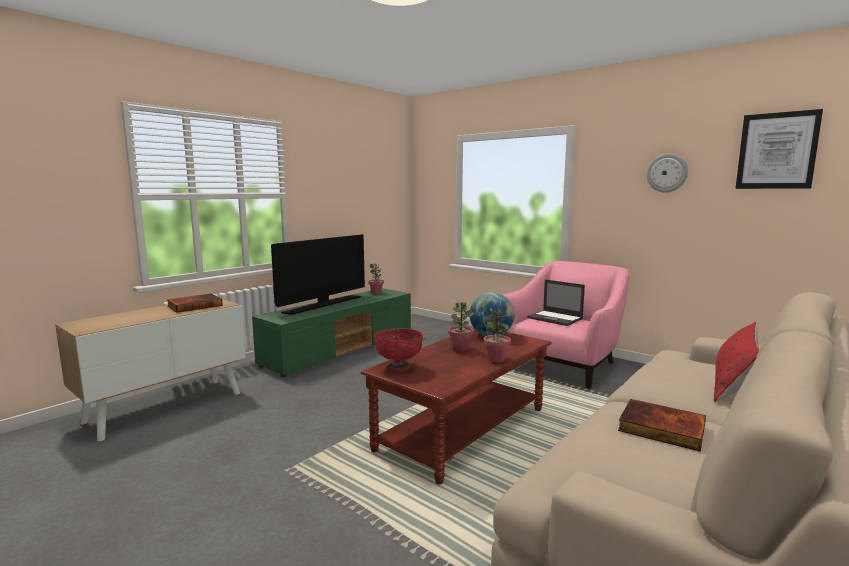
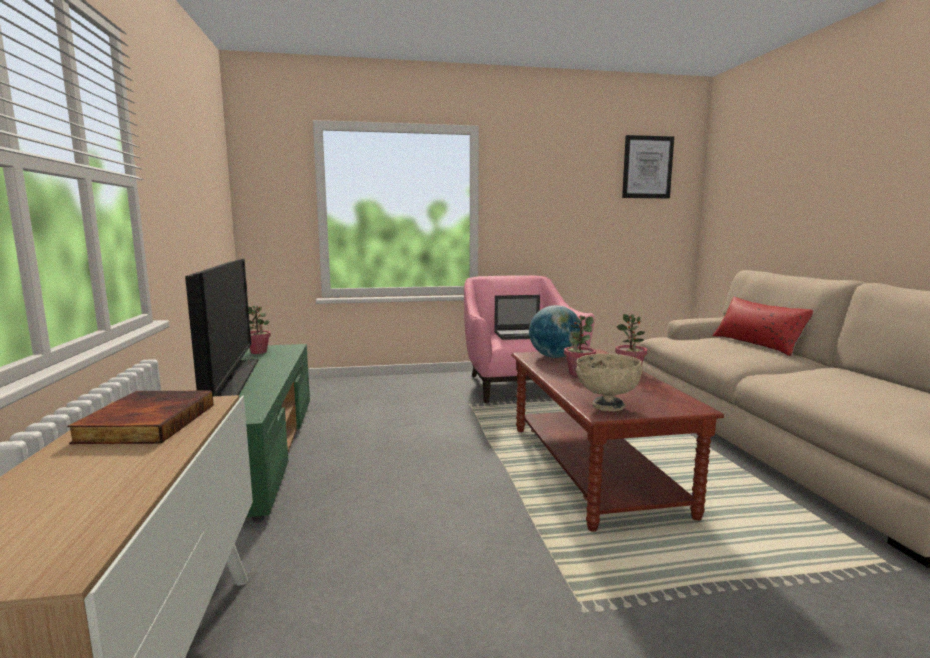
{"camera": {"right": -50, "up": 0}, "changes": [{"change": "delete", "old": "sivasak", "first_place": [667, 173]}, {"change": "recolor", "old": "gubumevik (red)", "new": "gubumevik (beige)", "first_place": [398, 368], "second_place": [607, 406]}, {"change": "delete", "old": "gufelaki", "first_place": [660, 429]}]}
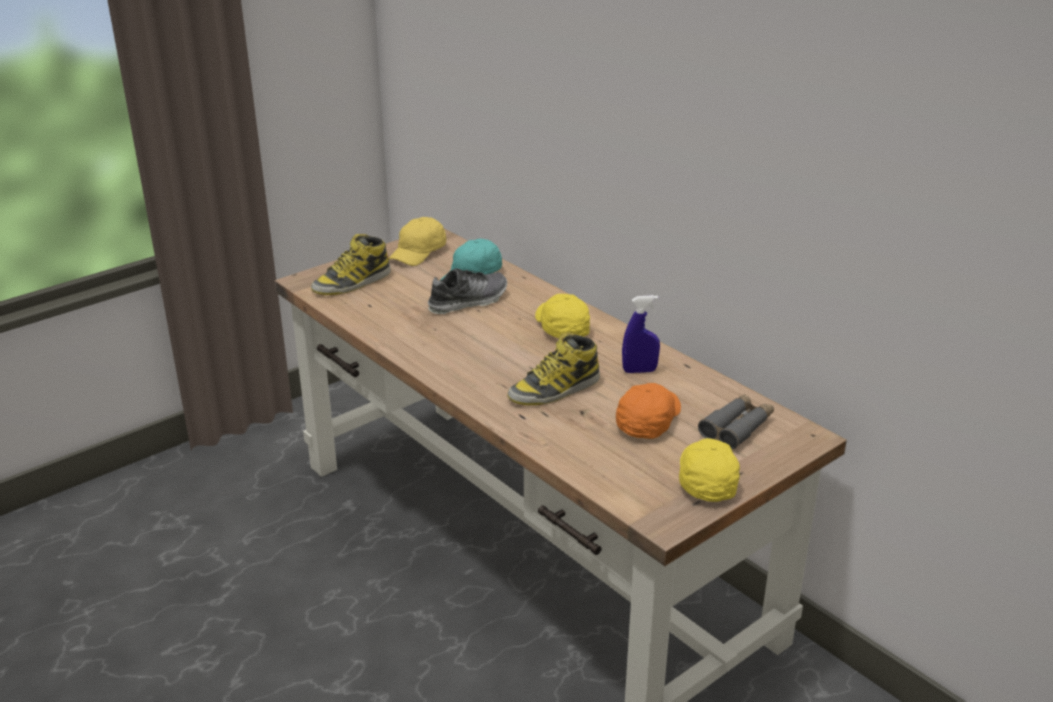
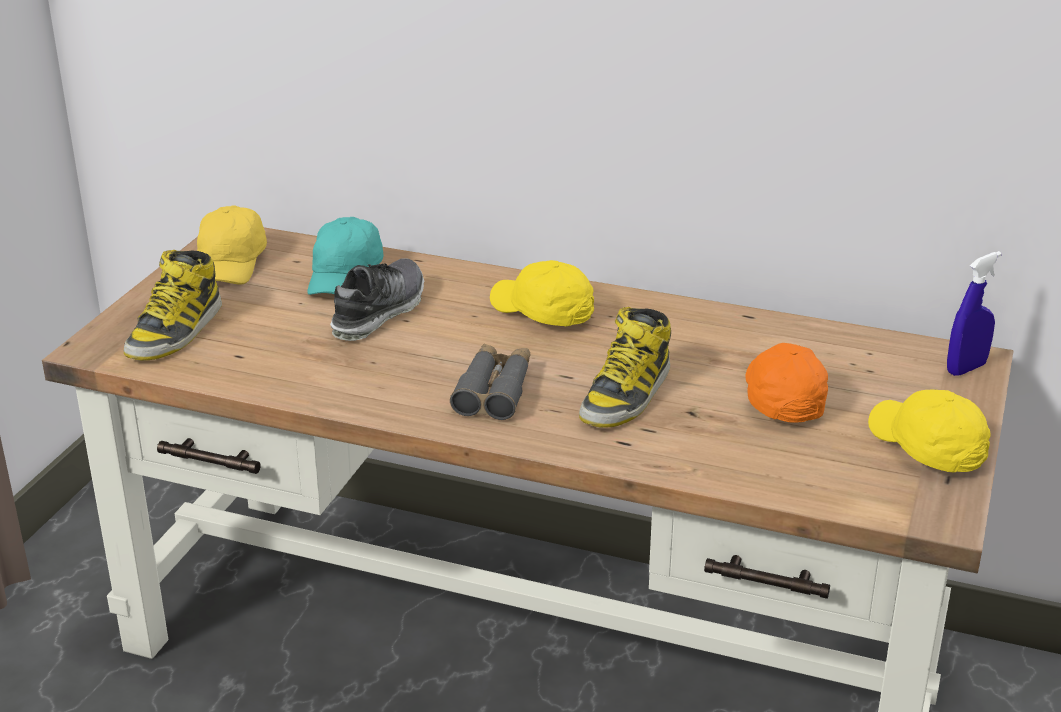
{"camera": {"right": -30, "up": 0}, "changes": [{"change": "move", "old": "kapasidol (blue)", "first_place": [639, 371], "second_place": [966, 368]}, {"change": "move", "old": "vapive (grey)", "first_place": [737, 428], "second_place": [494, 391]}]}
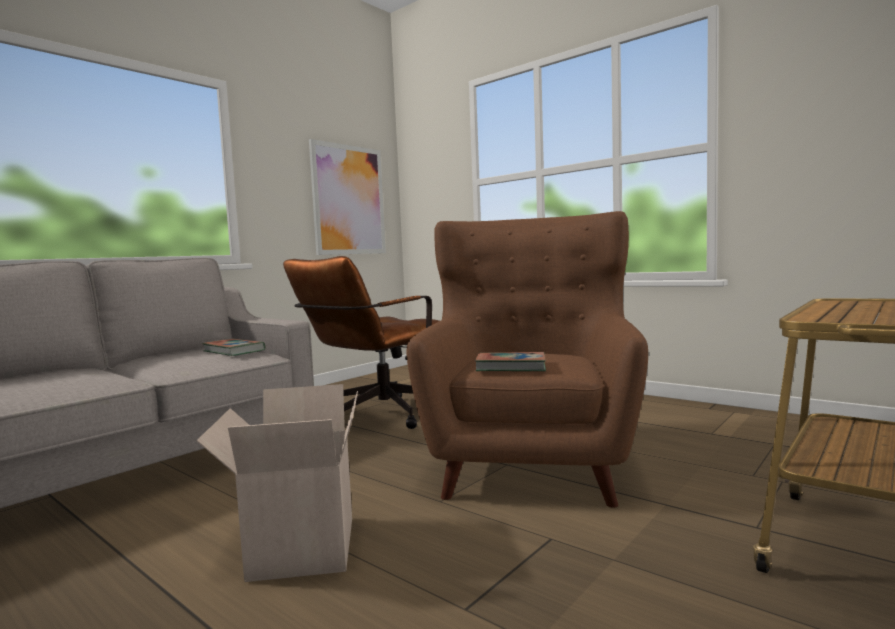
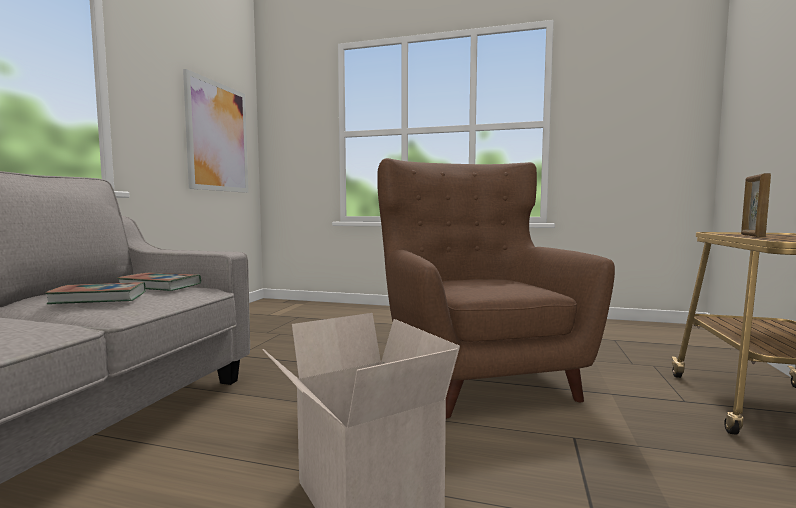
{"camera": {"right": -25, "up": 0}, "changes": [{"change": "delete", "old": "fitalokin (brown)", "first_place": [375, 417]}, {"change": "move", "old": "gufelaki", "first_place": [511, 367], "second_place": [100, 298]}, {"change": "insert", "new": "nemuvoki", "second_place": [752, 235]}]}
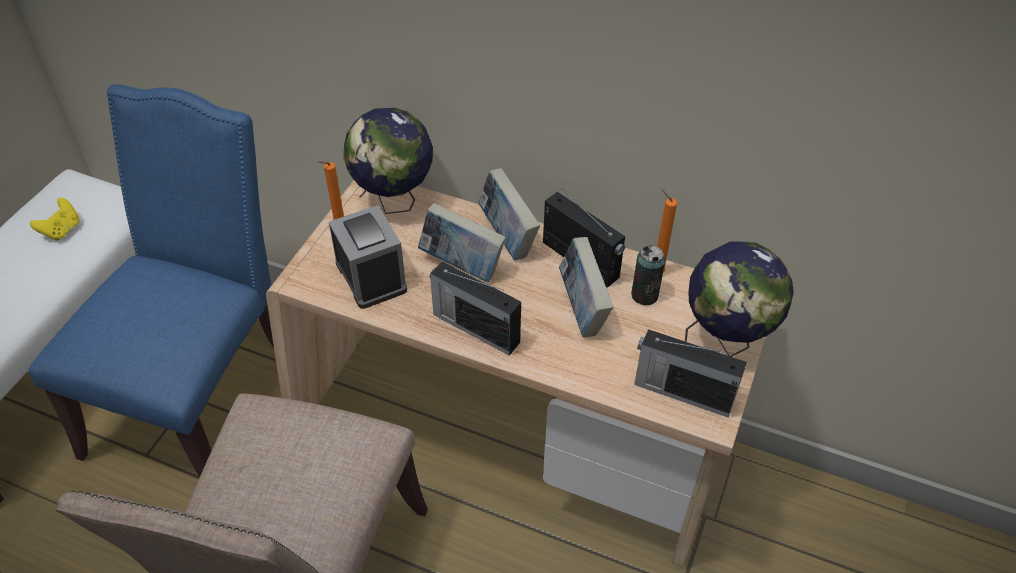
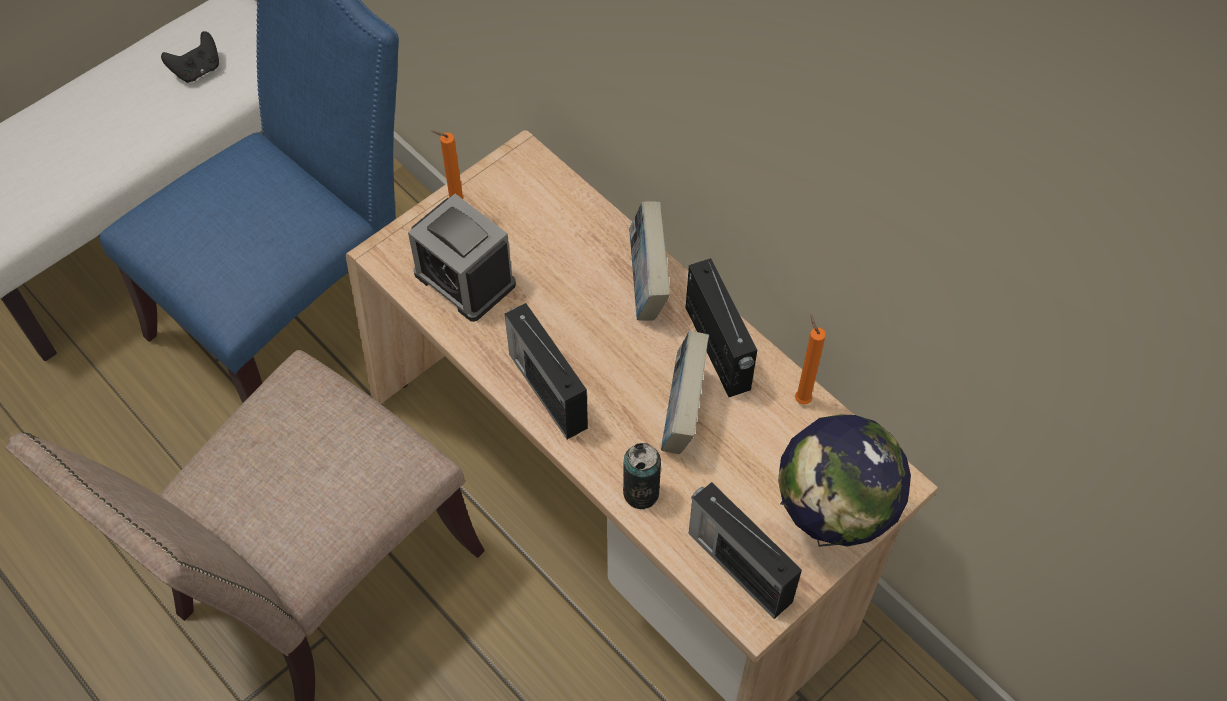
{"camera": {"right": 25, "up": 10}, "changes": [{"change": "delete", "old": "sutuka", "first_place": [394, 202]}, {"change": "recolor", "old": "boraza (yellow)", "new": "boraza (black)", "first_place": [62, 230], "second_place": [197, 70]}, {"change": "delete", "old": "gufelaki", "first_place": [462, 266]}, {"change": "rotate", "old": "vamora", "first_place": [371, 277], "second_place": [465, 279], "degrees": 135}, {"change": "move", "old": "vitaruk", "first_place": [644, 295], "second_place": [641, 493]}]}
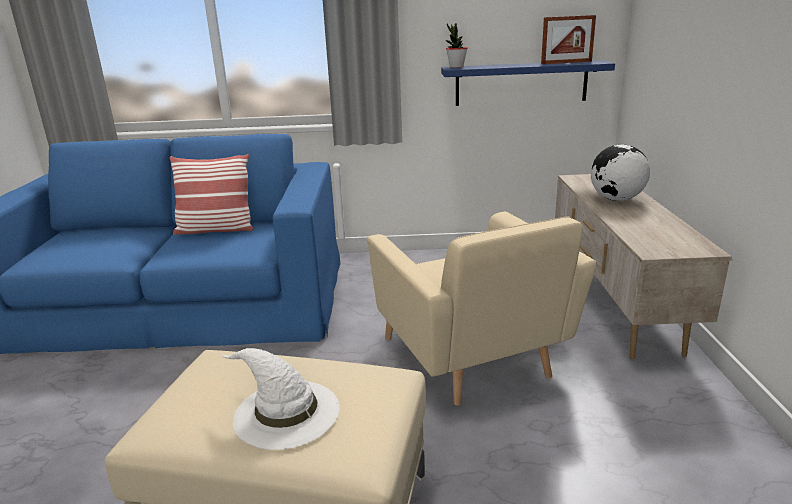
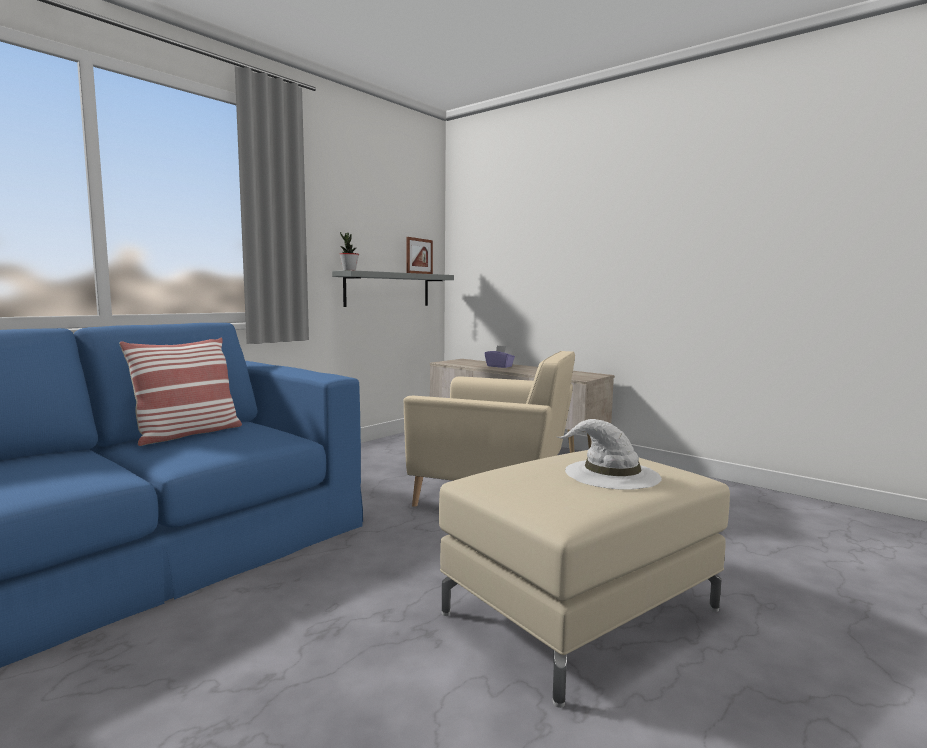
{"camera": {"right": -50, "up": -15}, "changes": [{"change": "recolor", "old": "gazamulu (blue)", "new": "gazamulu (grey)", "first_place": [521, 83], "second_place": [388, 289]}, {"change": "replace", "old": "sutuka", "new": "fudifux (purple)", "first_place": [616, 199], "second_place": [499, 366]}]}
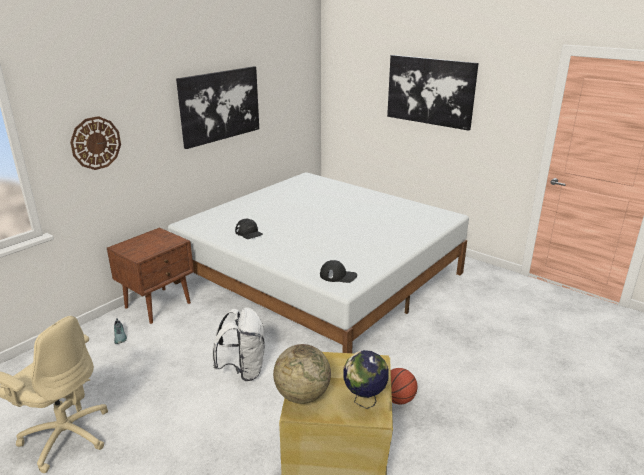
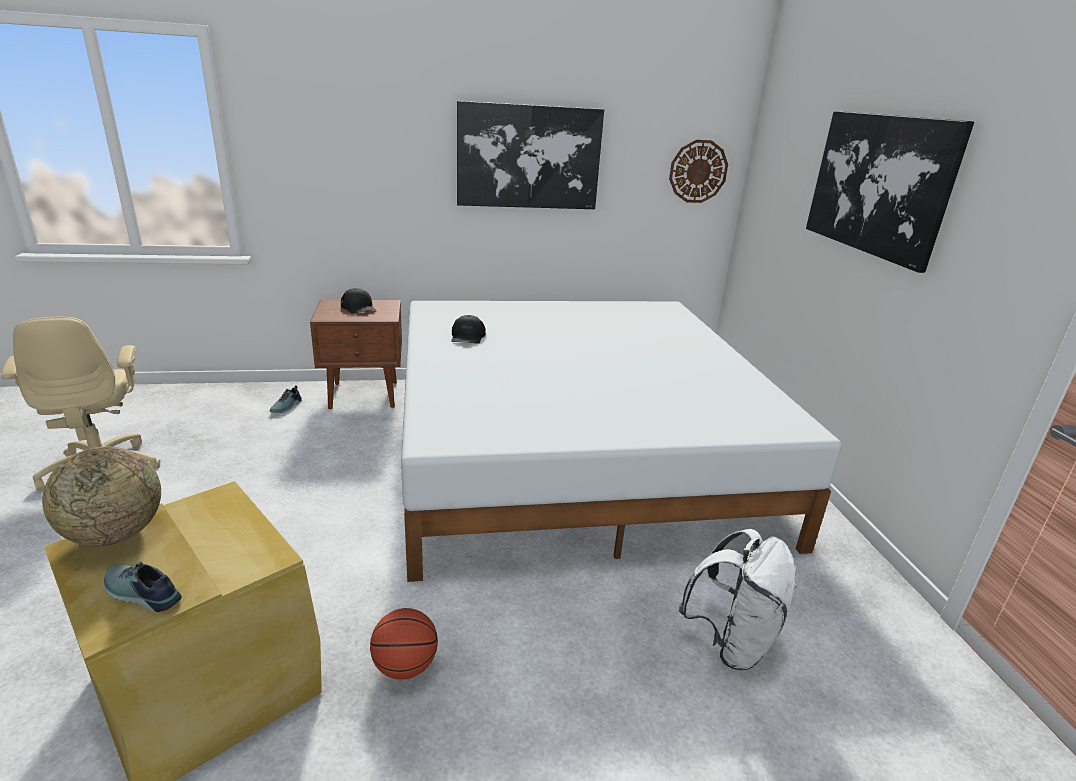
{"camera": {"right": 40, "up": 0}, "changes": [{"change": "move", "old": "sivasak", "first_place": [96, 143], "second_place": [698, 171]}, {"change": "move", "old": "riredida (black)", "first_place": [338, 276], "second_place": [358, 307]}, {"change": "move", "old": "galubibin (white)", "first_place": [243, 370], "second_place": [731, 642]}, {"change": "replace", "old": "sutuka", "new": "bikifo", "first_place": [364, 401], "second_place": [141, 594]}]}
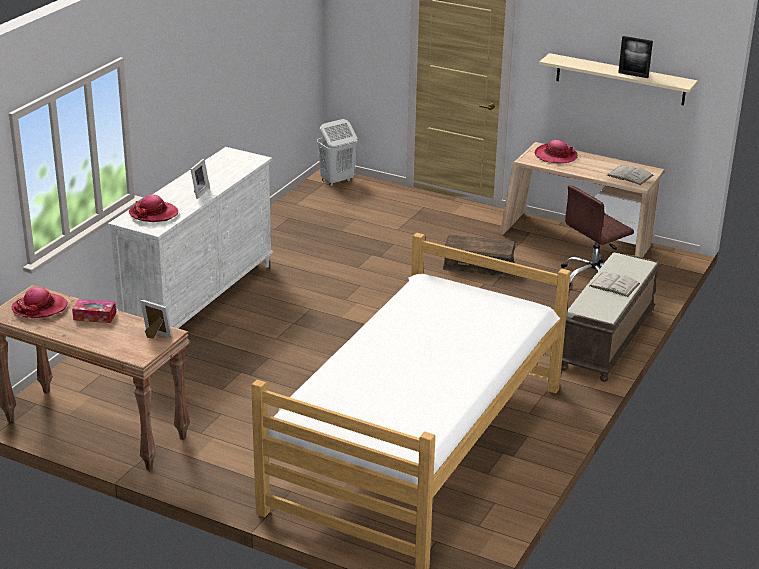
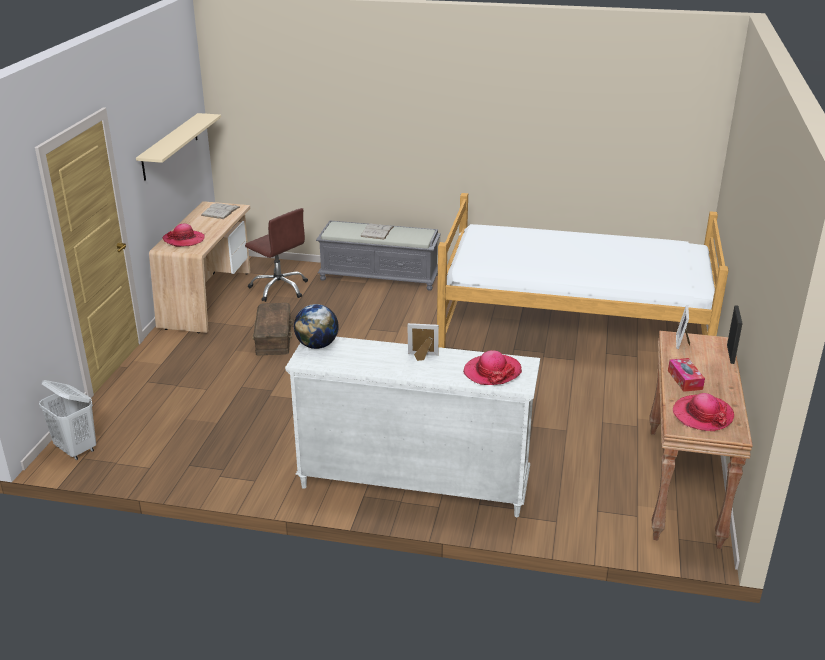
{"camera": {"right": -105, "up": 0}, "changes": [{"change": "move", "old": "nemuvoki", "first_place": [633, 75], "second_place": [730, 354]}, {"change": "recolor", "old": "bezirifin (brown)", "new": "bezirifin (grey)", "first_place": [608, 341], "second_place": [380, 277]}, {"change": "insert", "new": "sutuka", "second_place": [317, 345]}]}
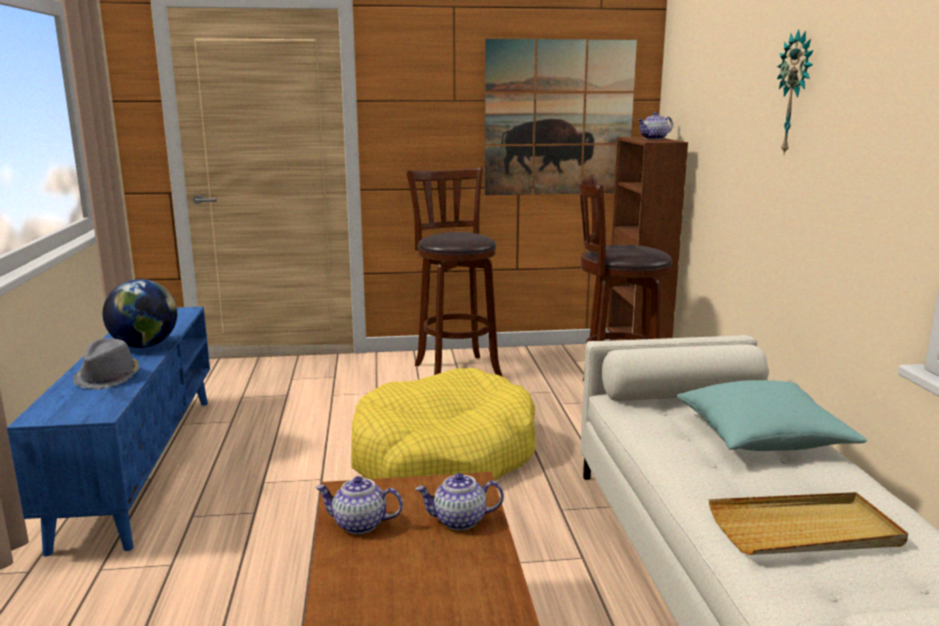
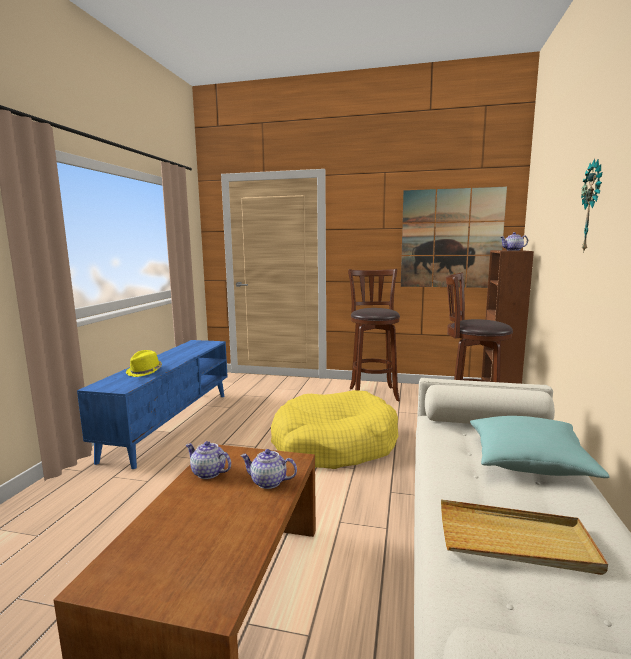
{"camera": {"right": 20, "up": -5}, "changes": [{"change": "delete", "old": "sutuka", "first_place": [144, 346]}, {"change": "recolor", "old": "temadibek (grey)", "new": "temadibek (yellow)", "first_place": [109, 378], "second_place": [145, 372]}]}
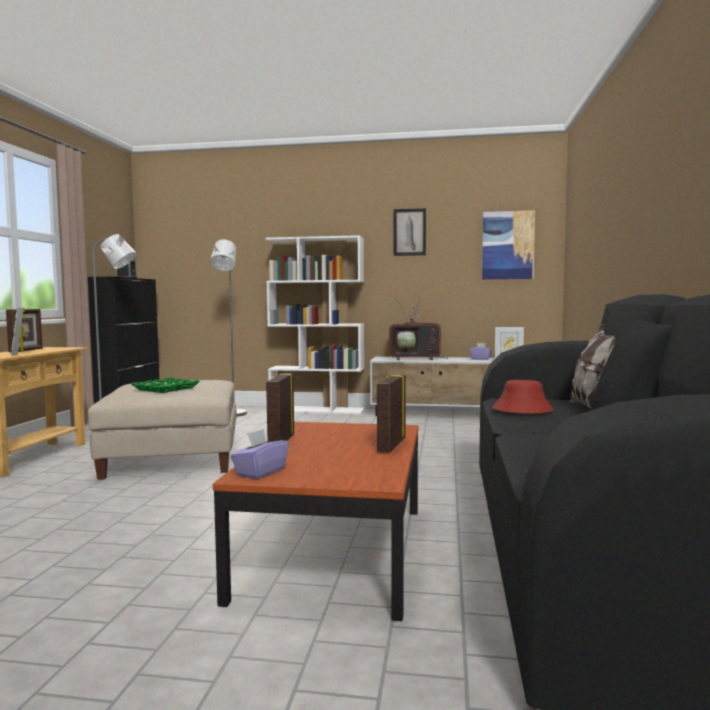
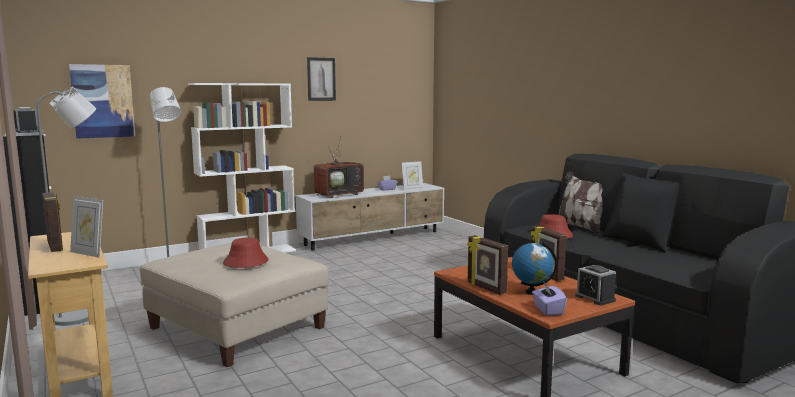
{"camera": {"right": -40, "up": 5}, "changes": [{"change": "move", "old": "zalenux", "first_place": [508, 245], "second_place": [103, 101]}, {"change": "replace", "old": "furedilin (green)", "new": "temadibek (red)", "first_place": [165, 389], "second_place": [245, 262]}, {"change": "insert", "new": "sutuka", "second_place": [531, 292]}, {"change": "insert", "new": "vamora", "second_place": [595, 298]}]}
